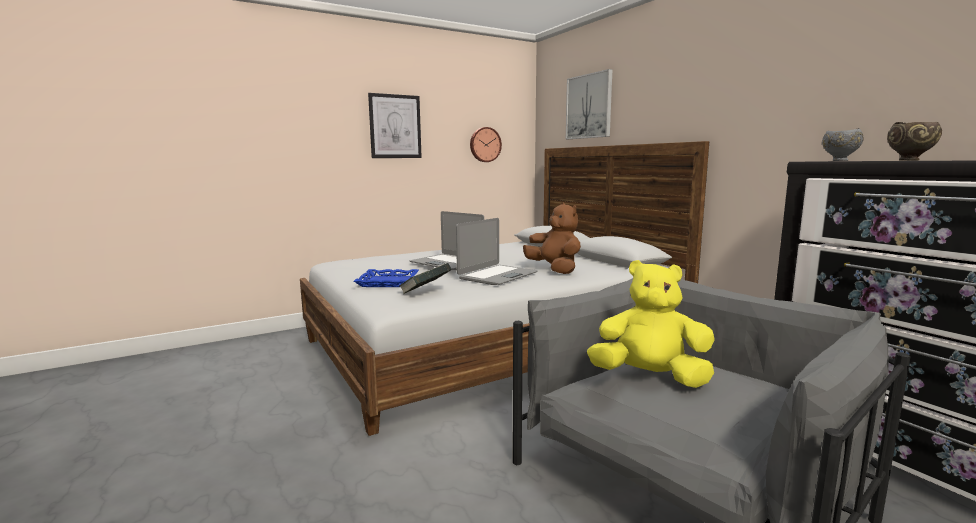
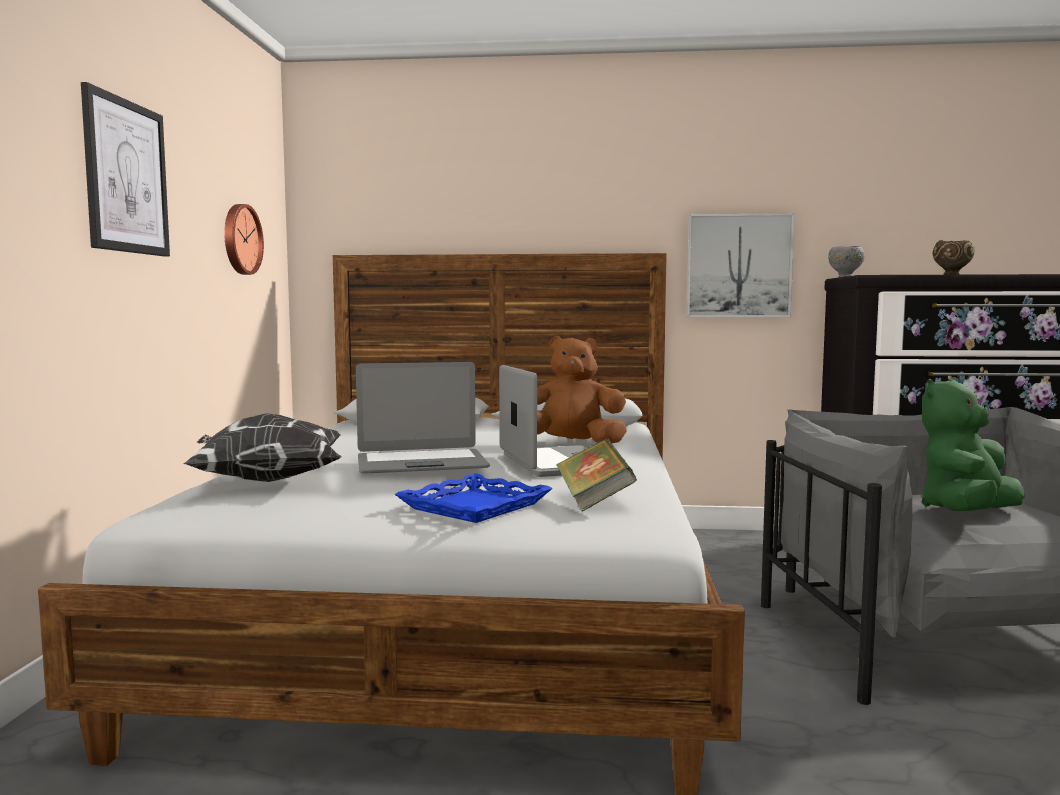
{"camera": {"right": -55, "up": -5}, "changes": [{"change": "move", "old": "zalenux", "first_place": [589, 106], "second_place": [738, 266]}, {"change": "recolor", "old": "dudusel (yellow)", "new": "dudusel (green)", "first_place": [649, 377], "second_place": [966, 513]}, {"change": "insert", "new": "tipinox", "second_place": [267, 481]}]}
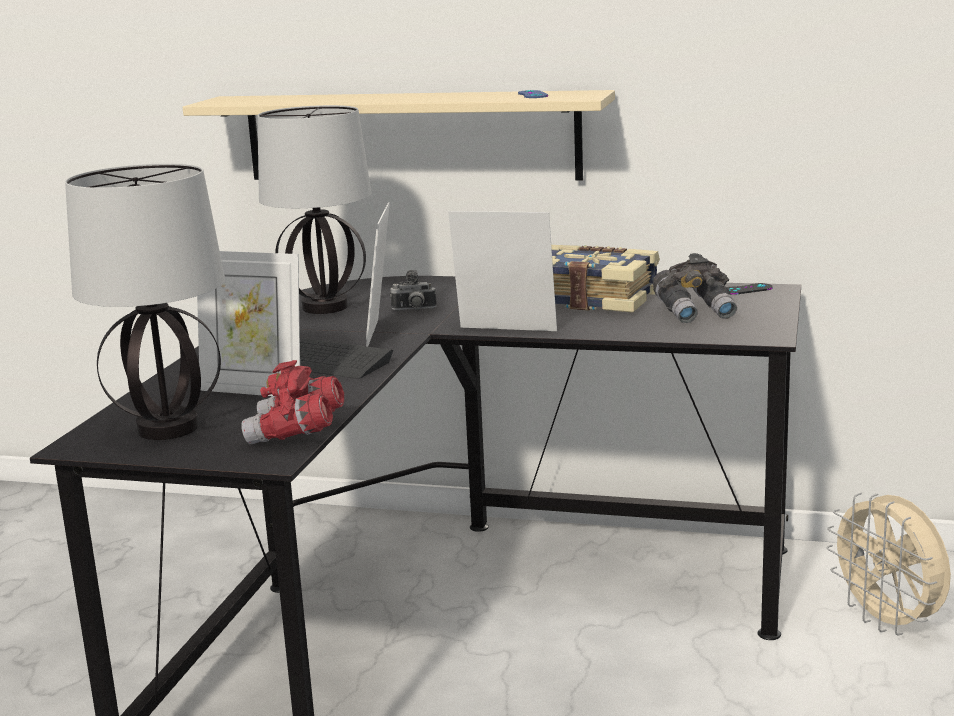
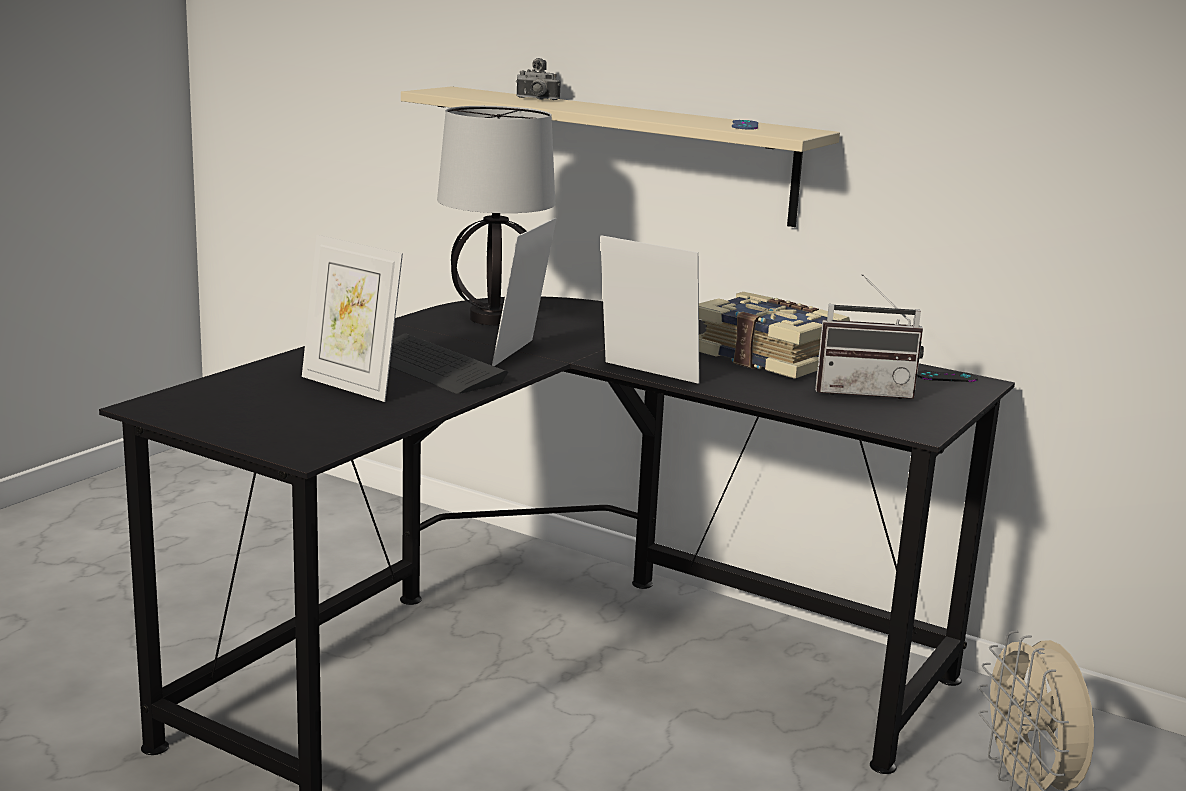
{"camera": {"right": 15, "up": 0}, "changes": [{"change": "delete", "old": "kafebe", "first_place": [169, 428]}, {"change": "replace", "old": "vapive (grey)", "new": "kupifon", "first_place": [695, 313], "second_place": [864, 391]}, {"change": "move", "old": "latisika", "first_place": [414, 310], "second_place": [536, 99]}, {"change": "delete", "old": "vapive (red)", "first_place": [296, 434]}]}
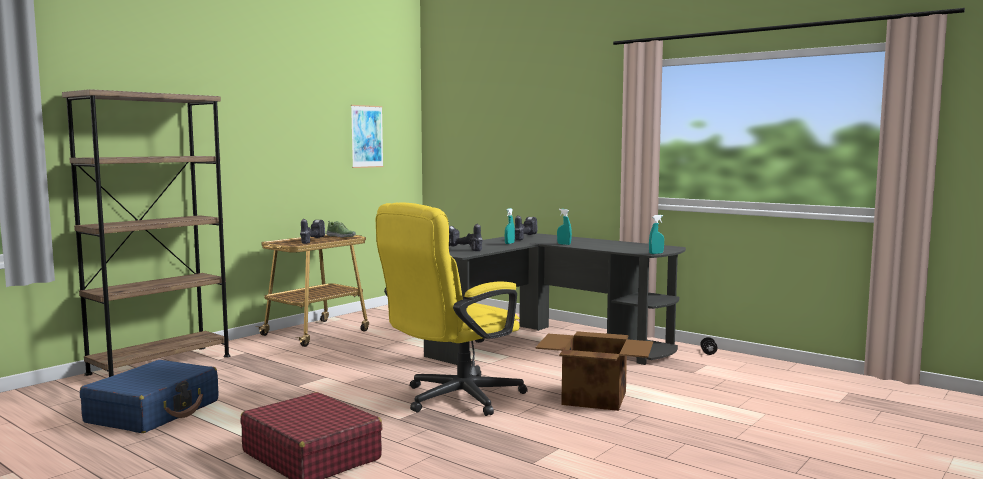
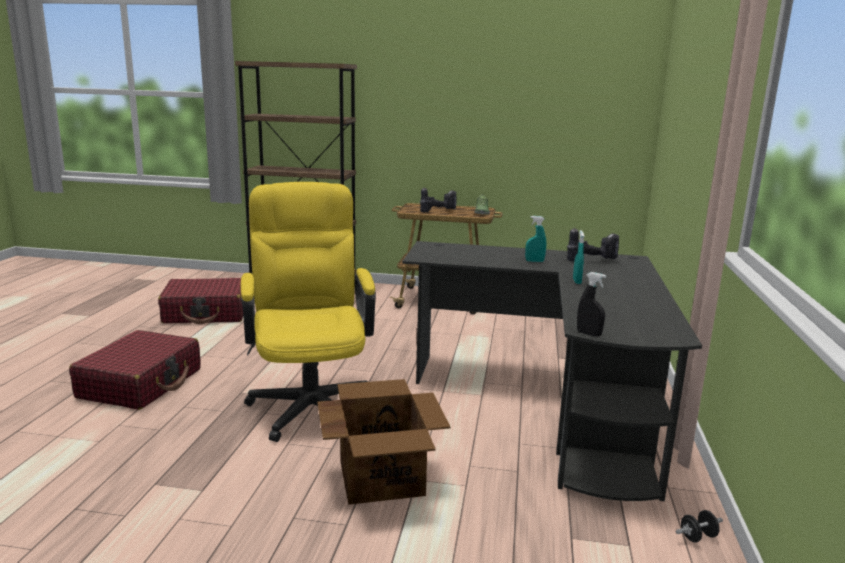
{"camera": {"right": 60, "up": 10}, "changes": [{"change": "delete", "old": "zalenux", "first_place": [367, 136]}, {"change": "rotate", "old": "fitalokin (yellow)", "first_place": [453, 399], "second_place": [310, 401], "degrees": 60}, {"change": "recolor", "old": "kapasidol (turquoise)", "new": "kapasidol (black)", "first_place": [656, 253], "second_place": [588, 334]}, {"change": "delete", "old": "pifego", "first_place": [461, 249]}, {"change": "recolor", "old": "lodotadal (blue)", "new": "lodotadal (red)", "first_place": [154, 412], "second_place": [206, 313]}]}
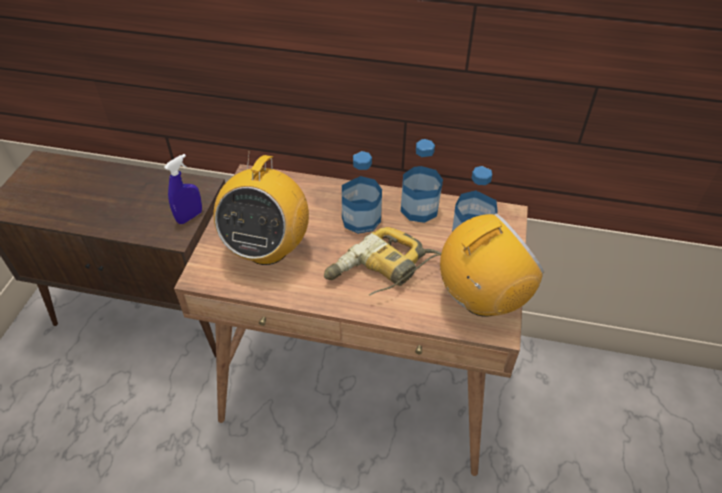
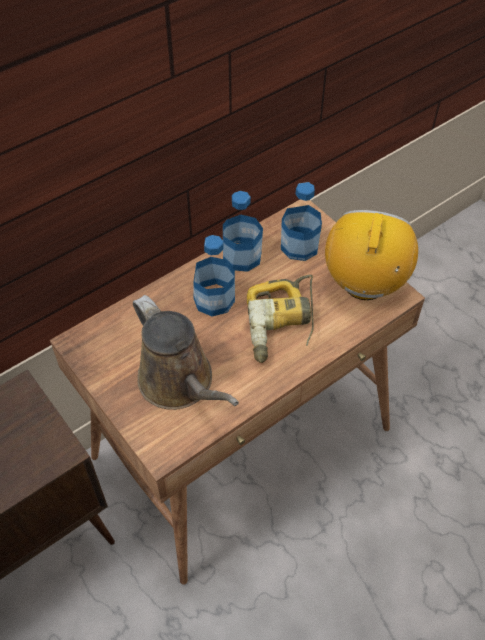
{"camera": {"right": -50, "up": 5}, "changes": [{"change": "replace", "old": "kupifon", "new": "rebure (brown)", "first_place": [267, 248], "second_place": [180, 383]}, {"change": "delete", "old": "kapasidol (blue)", "first_place": [190, 217]}]}
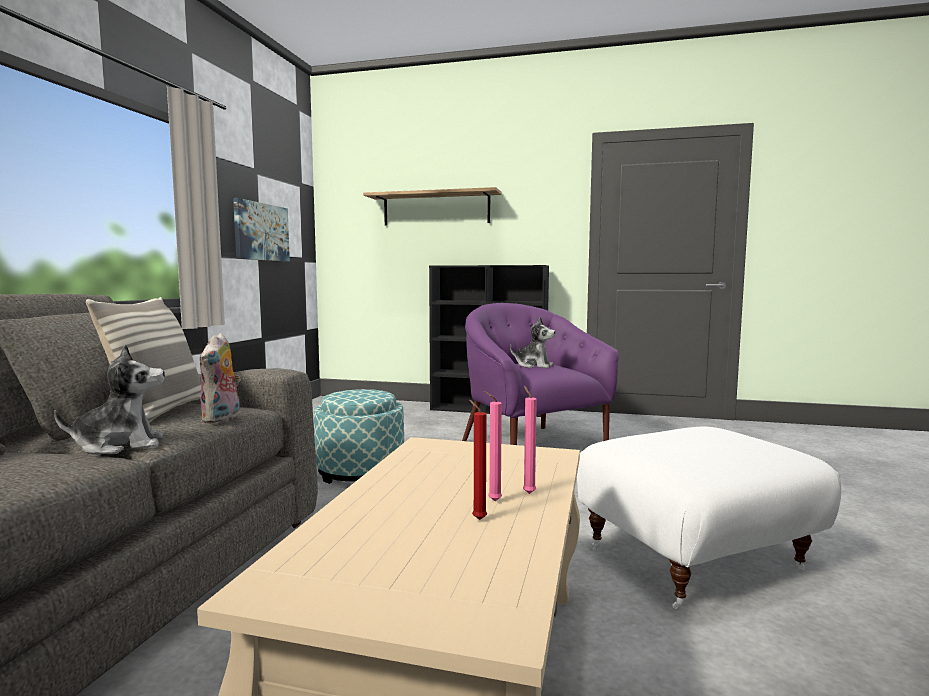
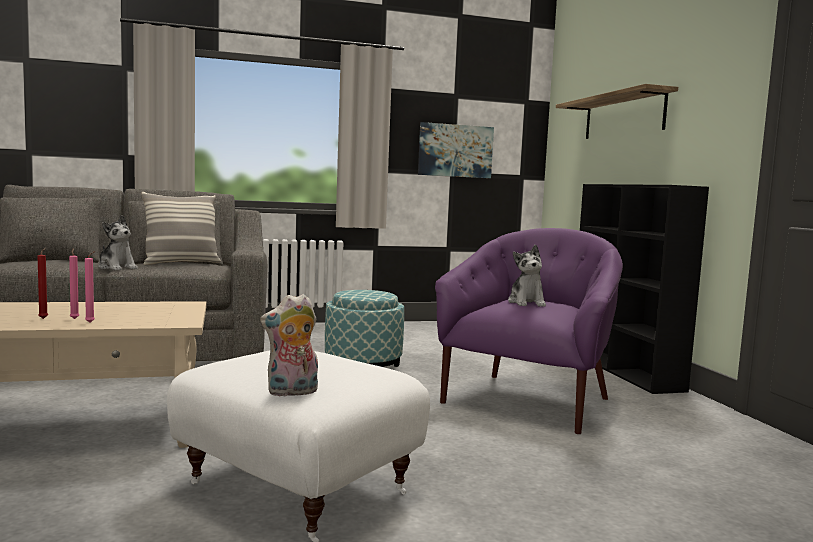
{"camera": {"right": 60, "up": 0}, "changes": [{"change": "move", "old": "dudusel", "first_place": [222, 419], "second_place": [292, 392]}]}
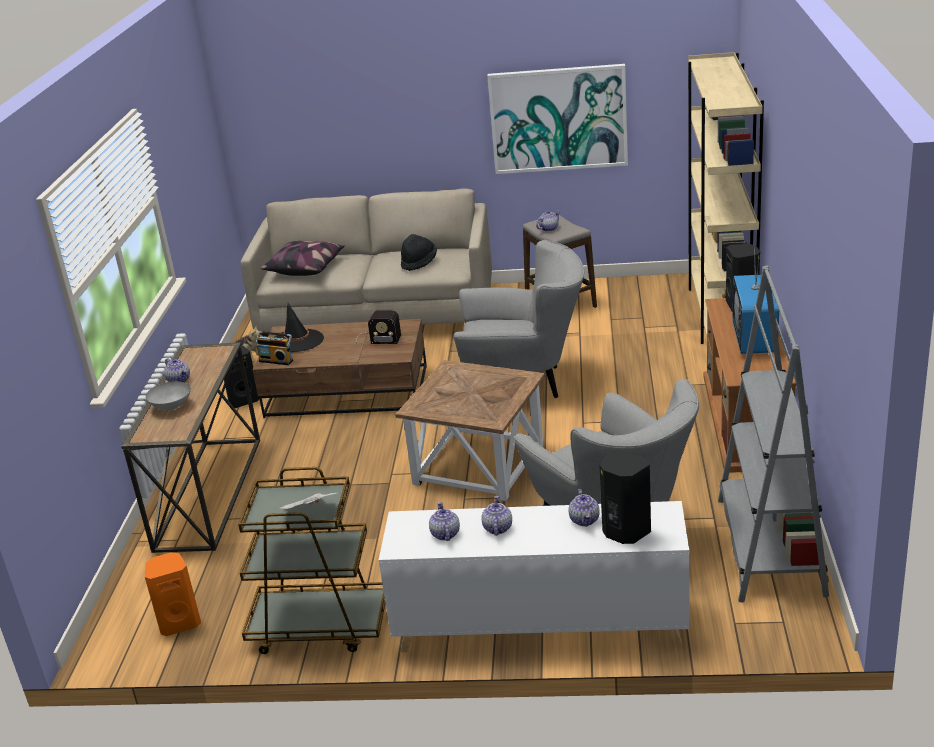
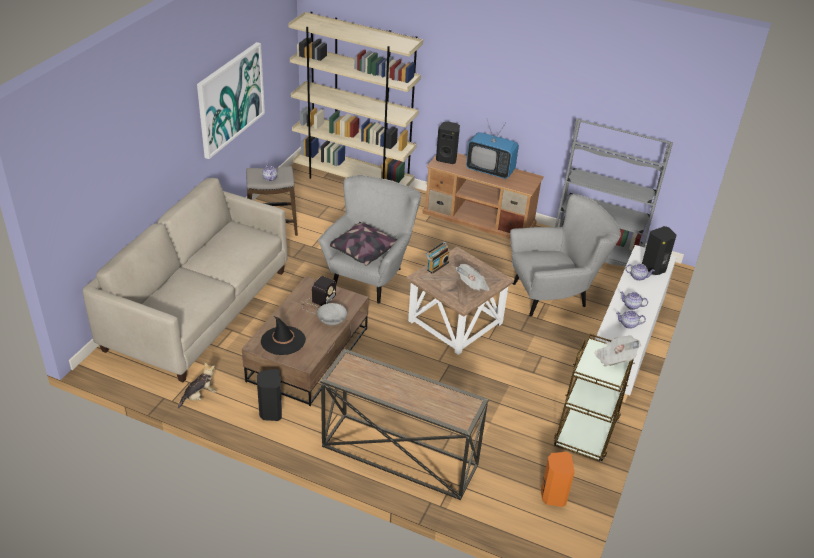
{"camera": {"right": -75, "up": 10}, "changes": [{"change": "delete", "old": "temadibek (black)", "first_place": [419, 263]}, {"change": "move", "old": "tipinox", "first_place": [305, 268], "second_place": [362, 251]}, {"change": "move", "old": "kupifon", "first_place": [277, 360], "second_place": [437, 266]}, {"change": "delete", "old": "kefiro", "first_place": [179, 380]}, {"change": "move", "old": "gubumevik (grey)", "first_place": [172, 406], "second_place": [332, 321]}, {"change": "insert", "new": "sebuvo", "second_place": [472, 285]}]}
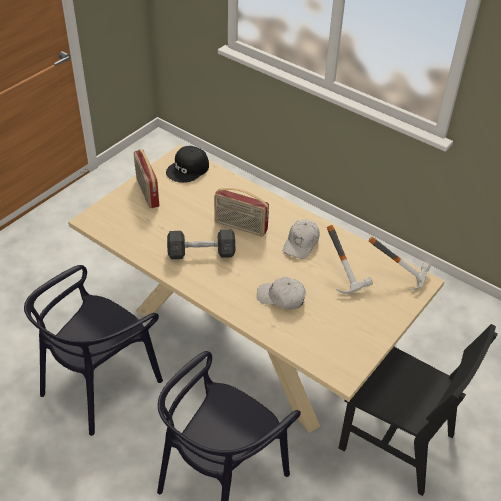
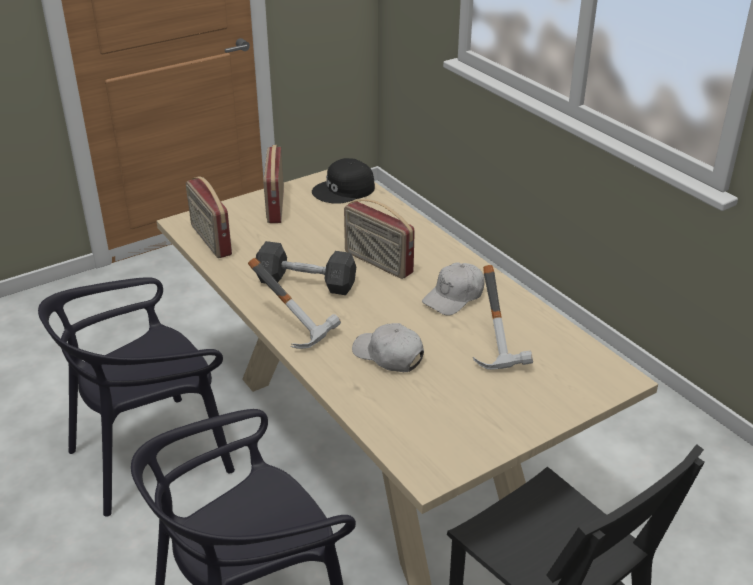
{"camera": {"right": 20, "up": -10}, "changes": [{"change": "move", "old": "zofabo", "first_place": [399, 272], "second_place": [298, 325]}, {"change": "insert", "new": "kupifon", "second_place": [210, 240]}]}
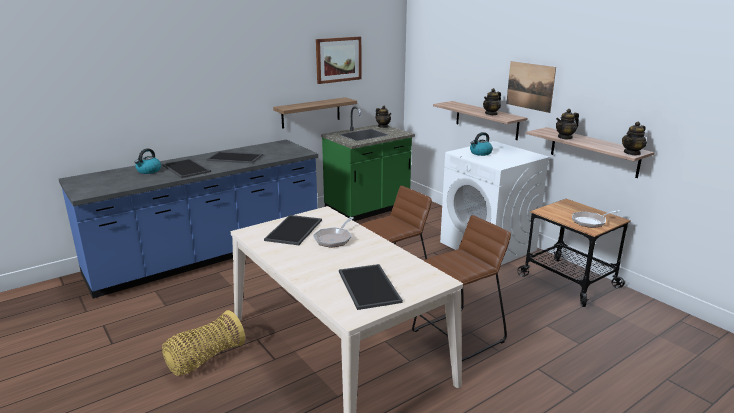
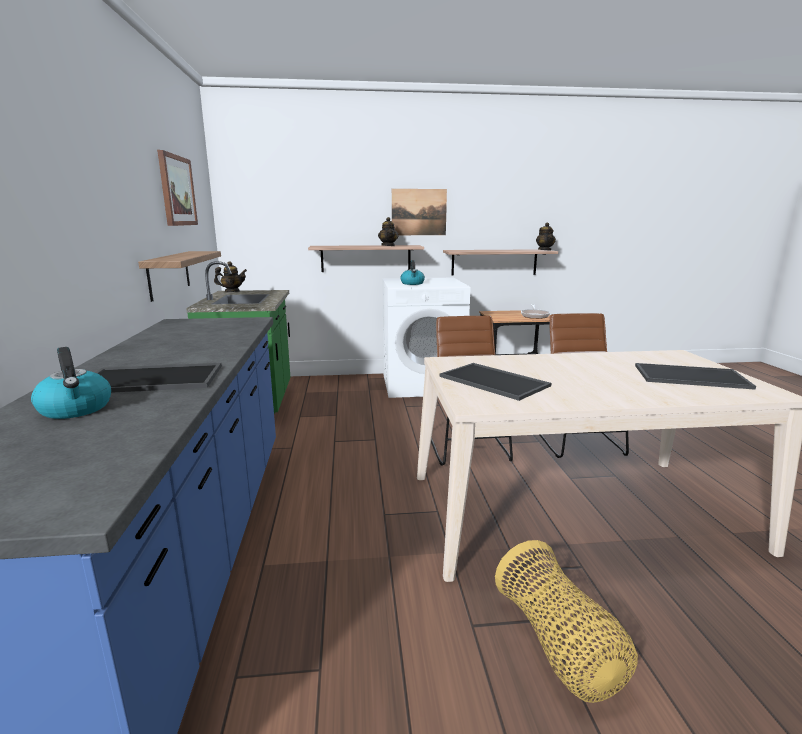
{"camera": {"right": -60, "up": -5}, "changes": [{"change": "delete", "old": "kefiro", "first_place": [565, 137]}, {"change": "delete", "old": "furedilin", "first_place": [236, 157]}, {"change": "delete", "old": "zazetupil", "first_place": [334, 239]}]}
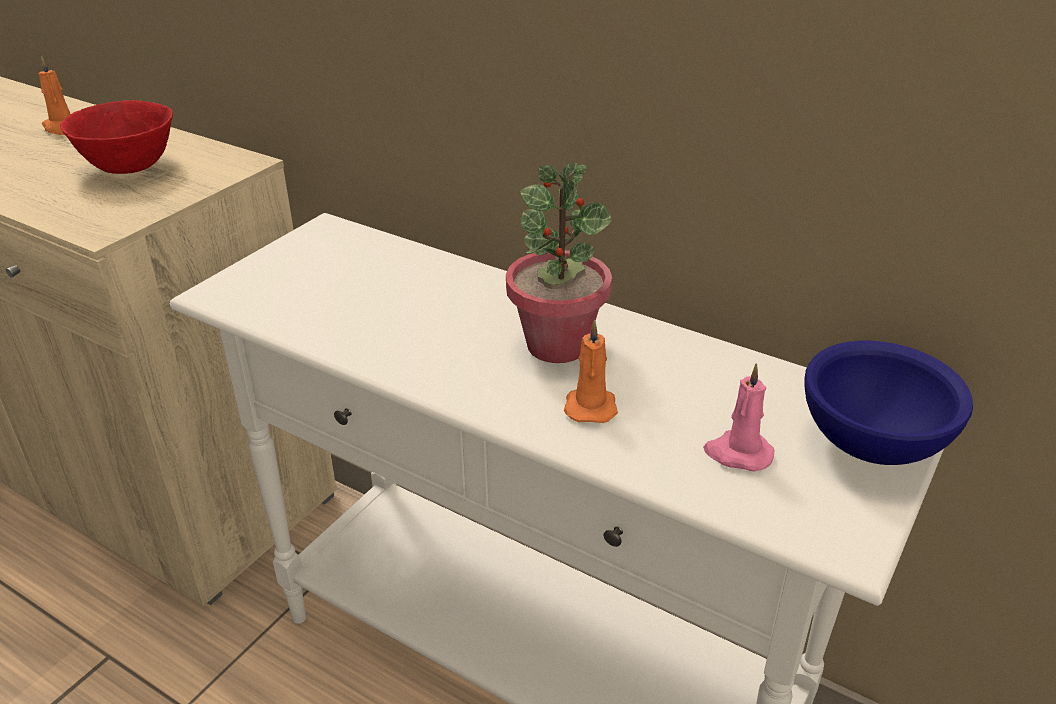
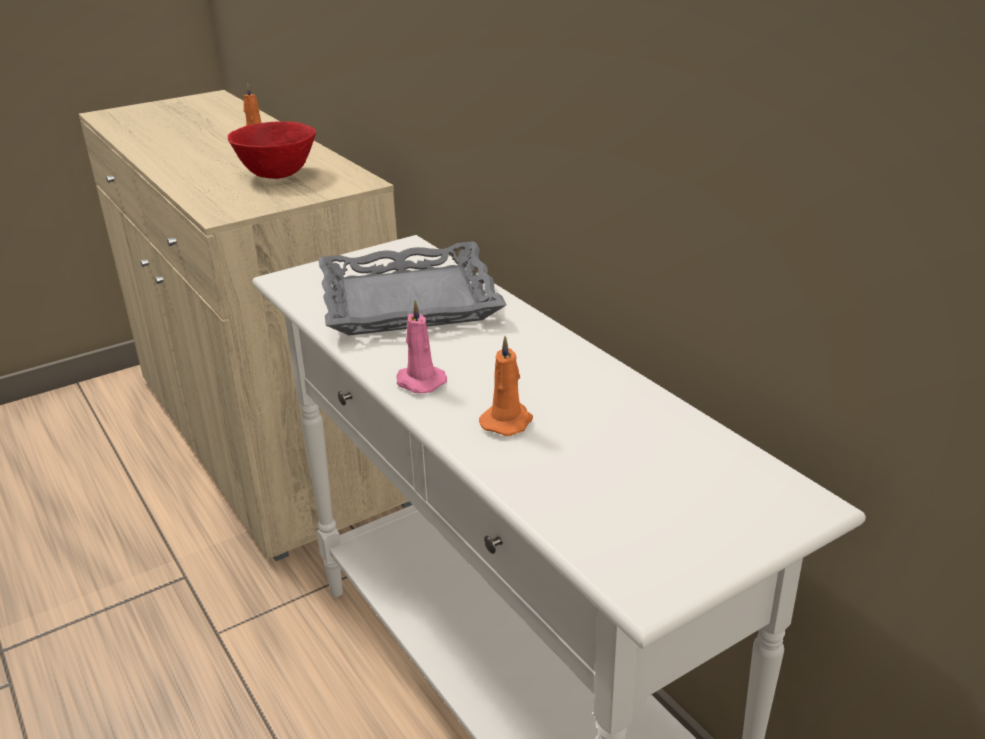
{"camera": {"right": 25, "up": -5}, "changes": [{"change": "delete", "old": "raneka", "first_place": [557, 345]}, {"change": "delete", "old": "gubumevik (blue)", "first_place": [869, 443]}, {"change": "move", "old": "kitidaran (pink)", "first_place": [737, 453], "second_place": [419, 382]}, {"change": "insert", "new": "furedilin (grey)", "second_place": [409, 300]}]}
